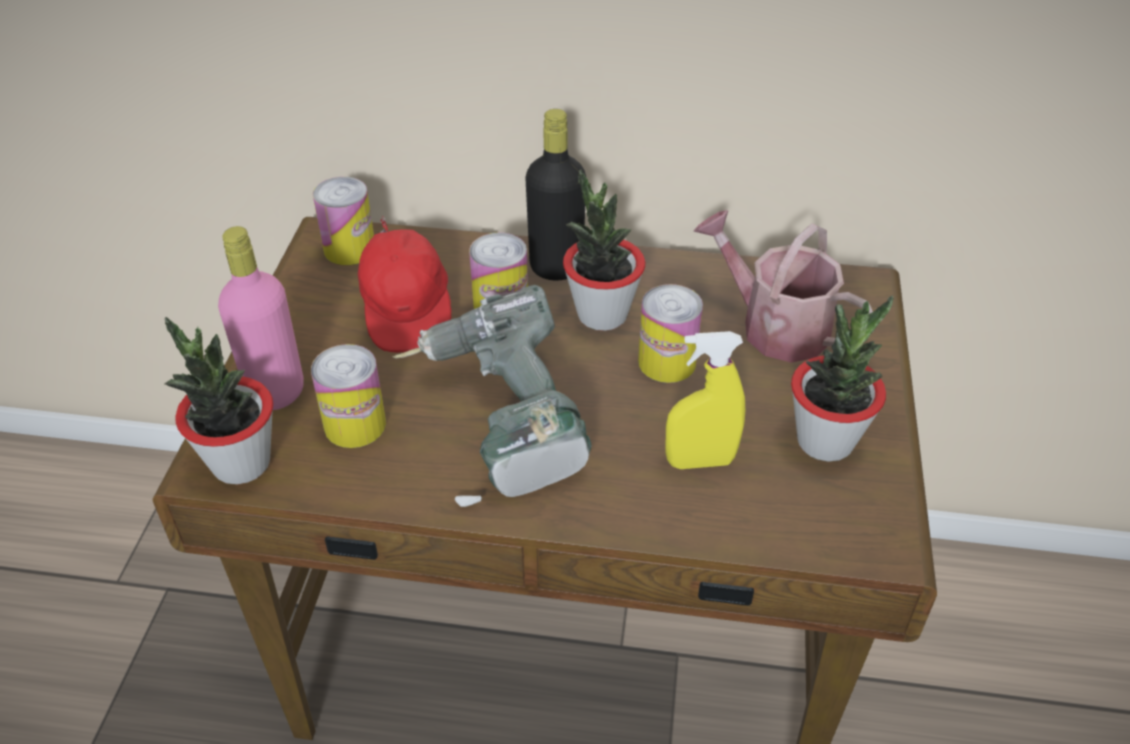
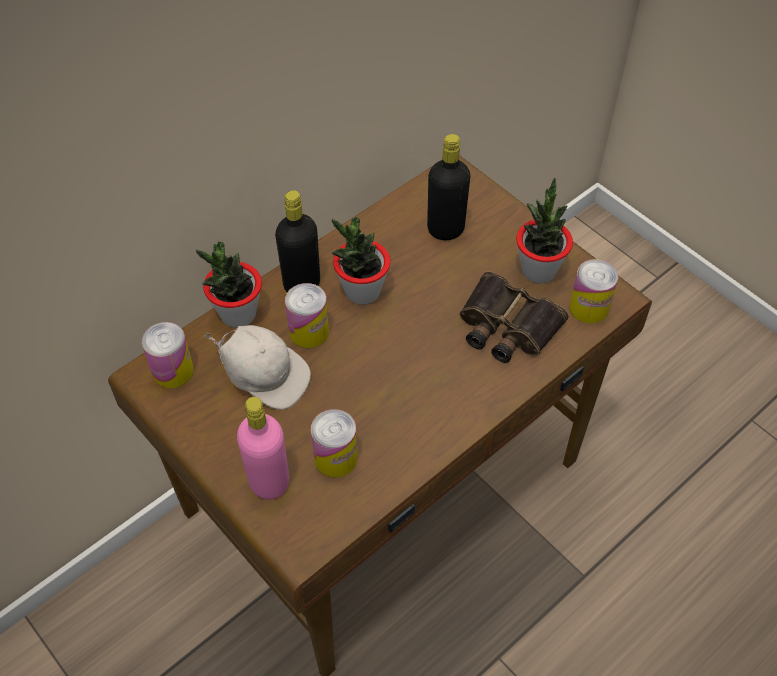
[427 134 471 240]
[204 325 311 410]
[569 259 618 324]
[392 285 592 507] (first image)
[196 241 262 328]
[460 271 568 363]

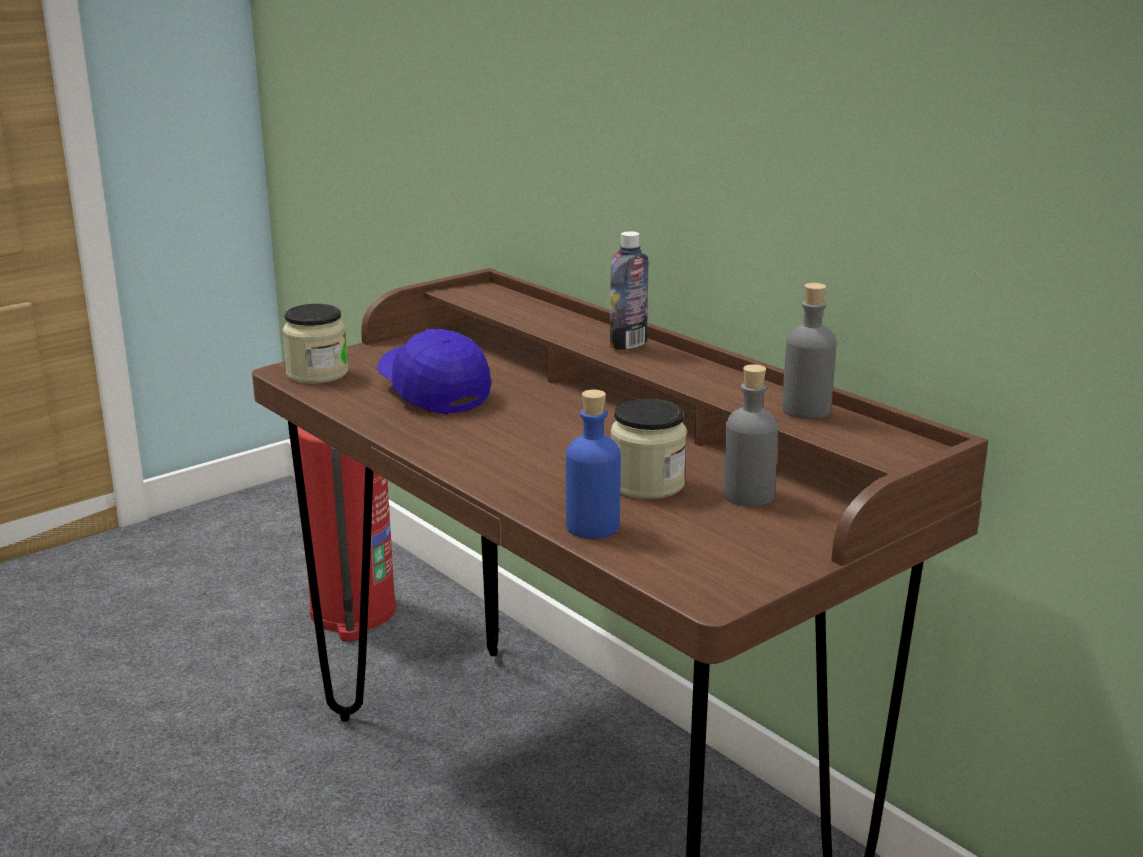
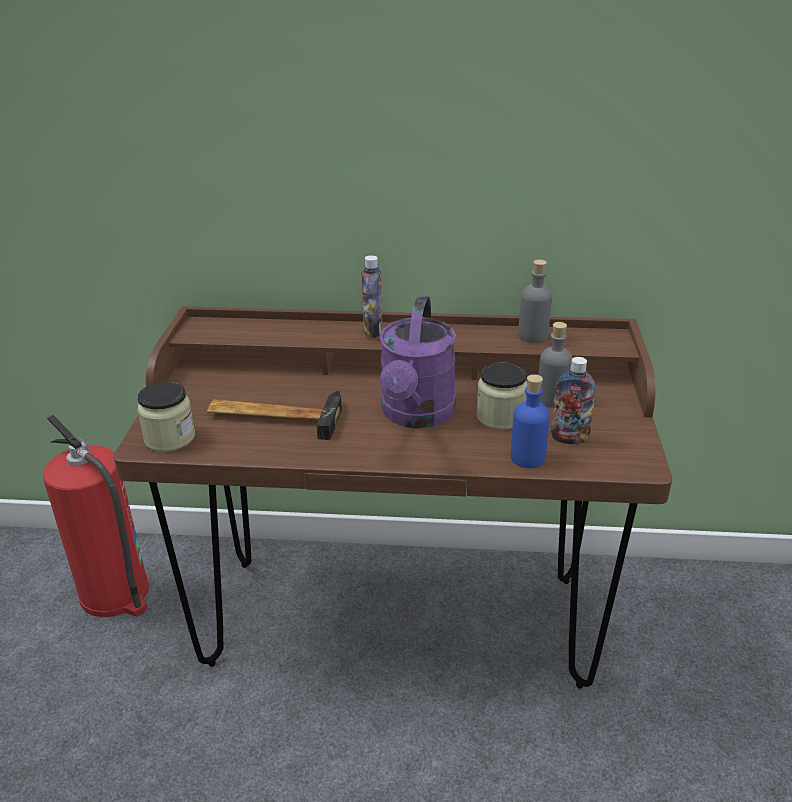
[207 391 342 440]
[380 296 456 428]
[551 357 596 444]

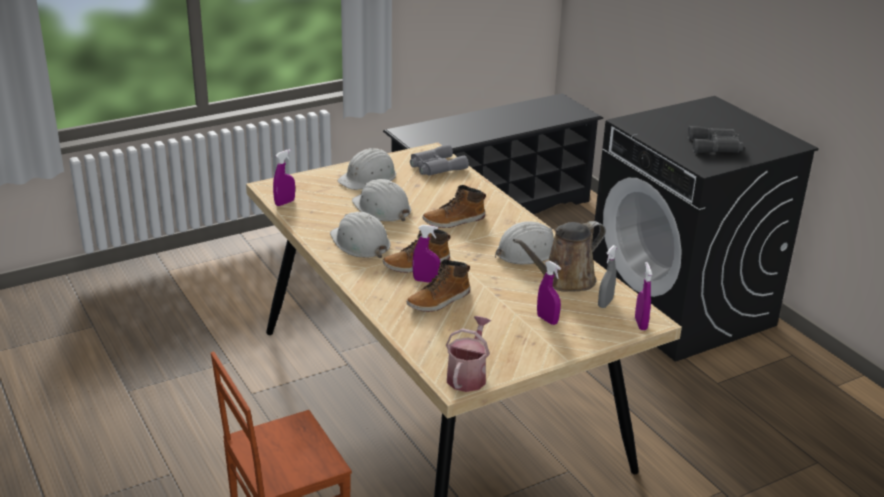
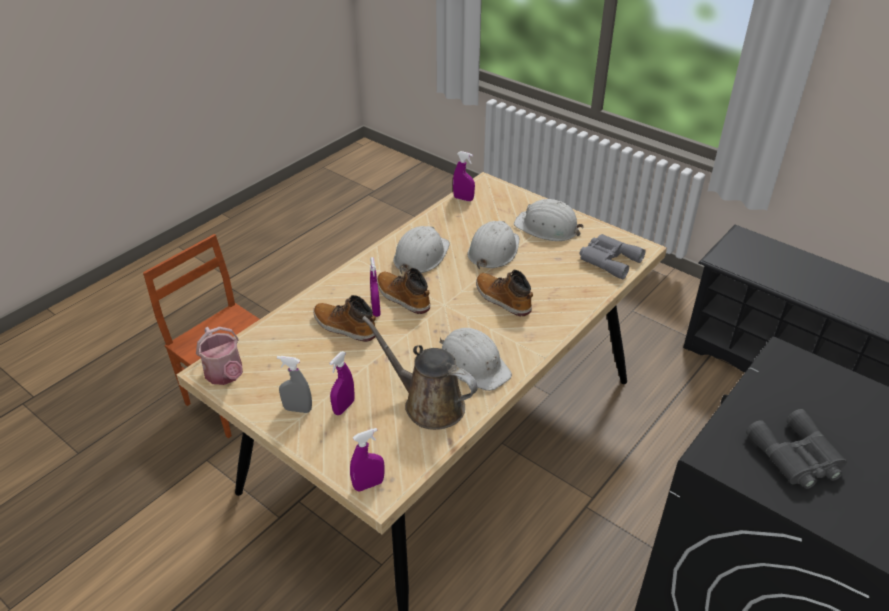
[277 356 312 413]
[196 327 243 385]

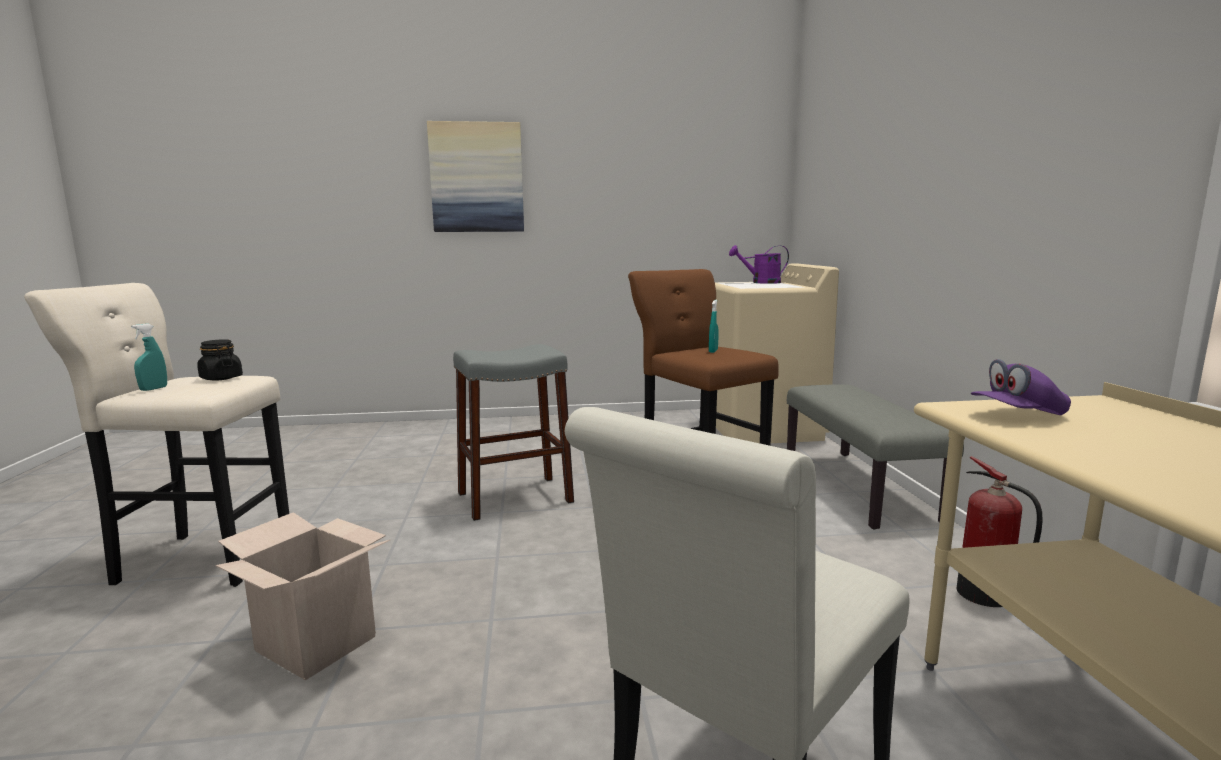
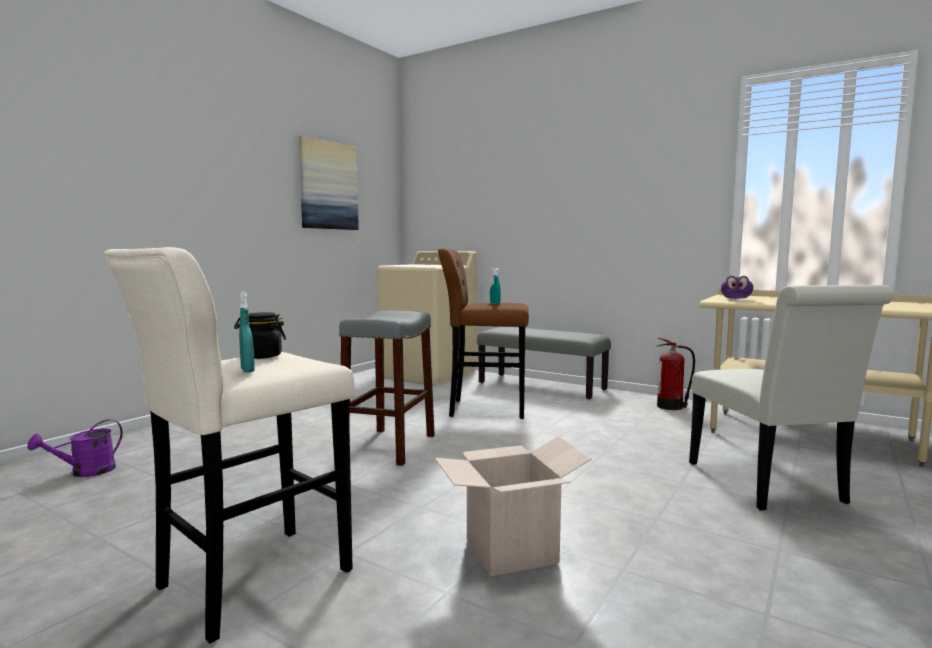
[299 136 359 230]
[27 419 123 477]

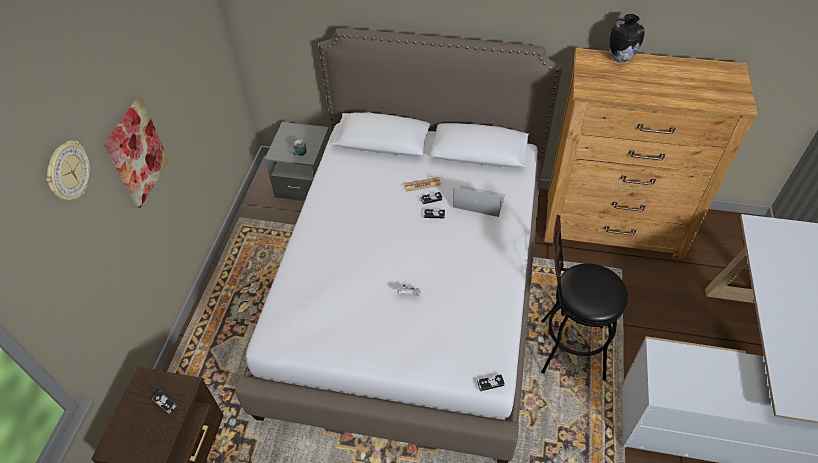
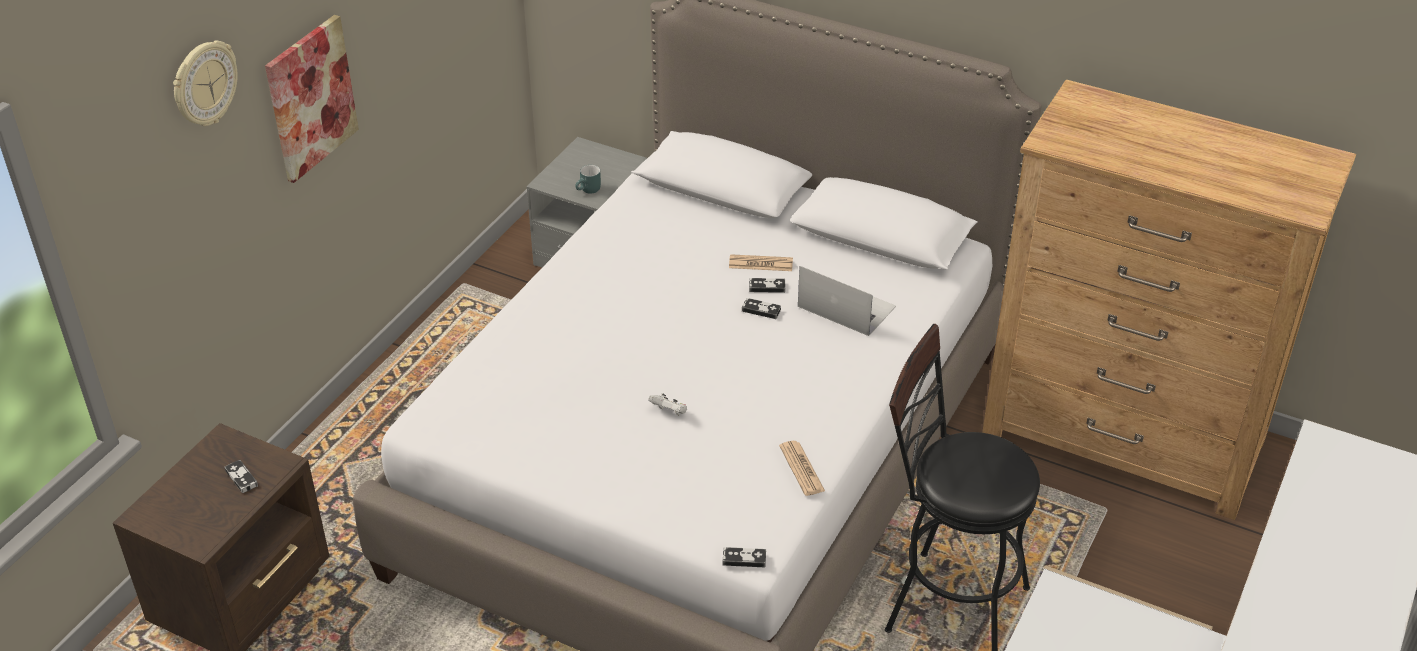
[609 14 645 63] (first image)
[779 441 825 496]

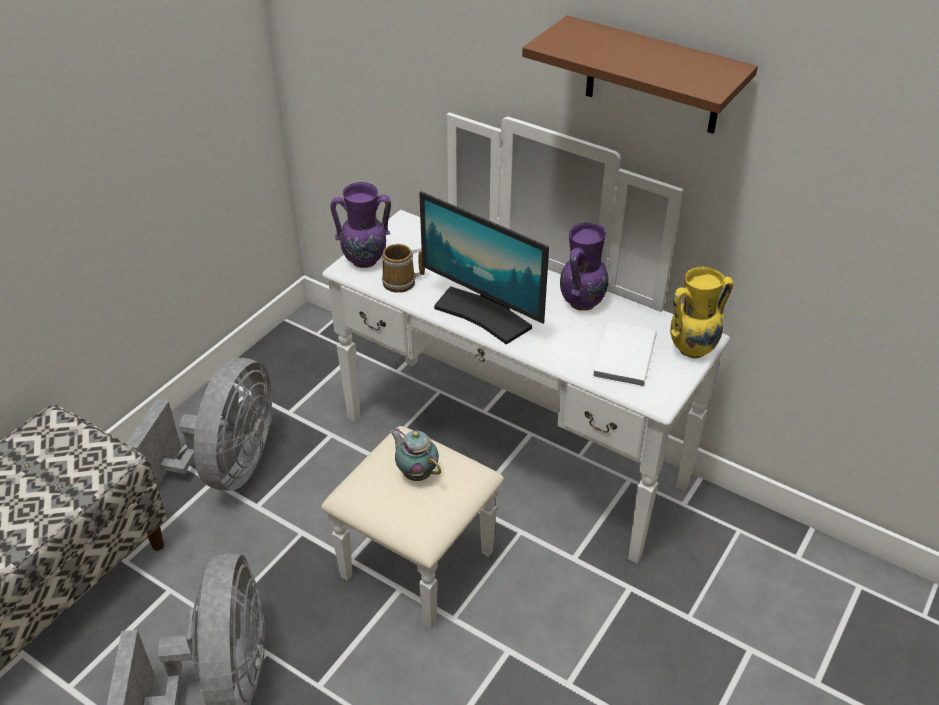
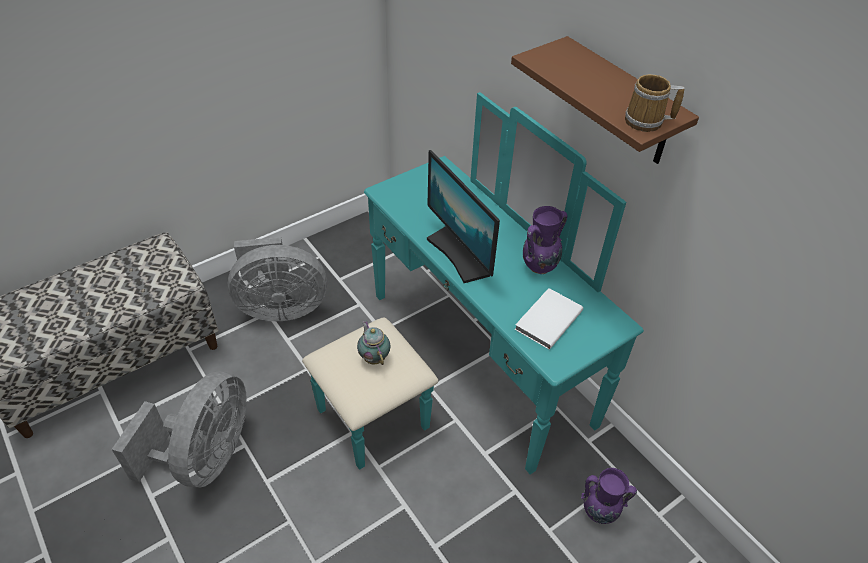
[302 92 644 475]
[581 468 637 524]
[625 74 685 132]
[670 267 733 358] (first image)
[228 237 327 321]

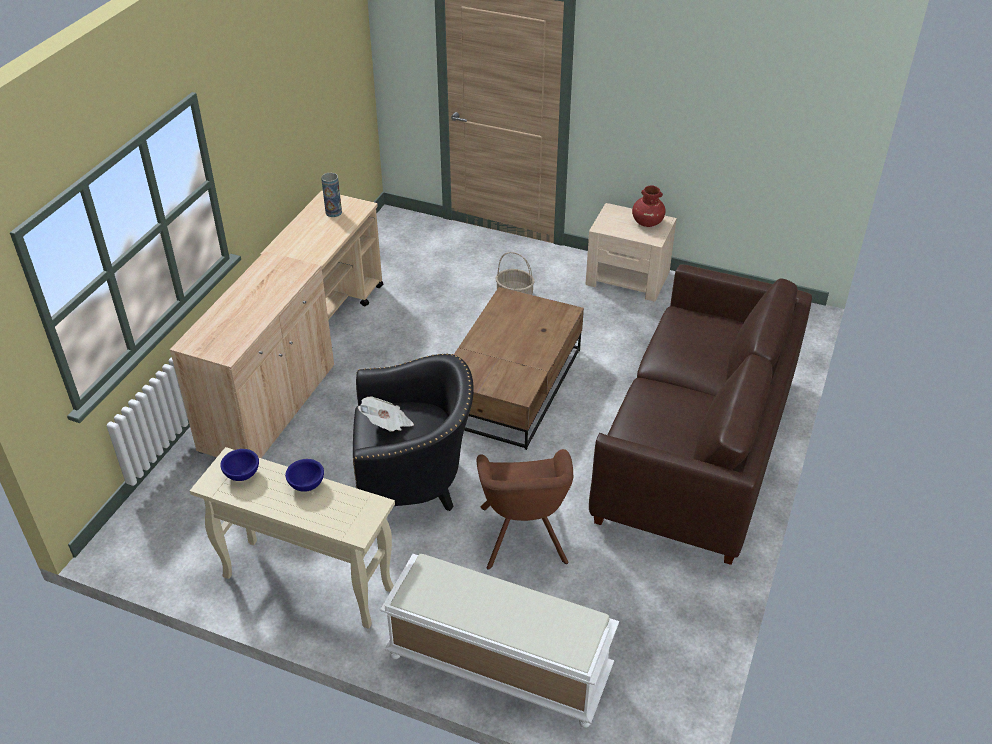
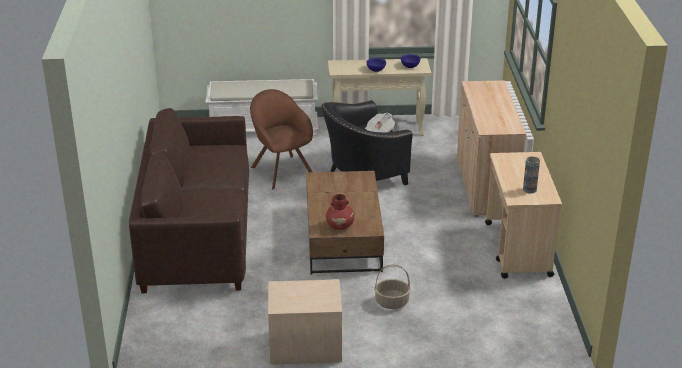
[326 194 354 230]

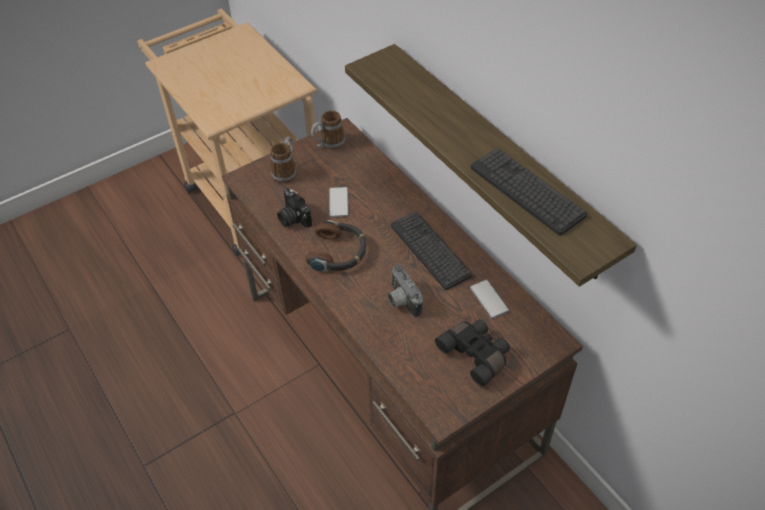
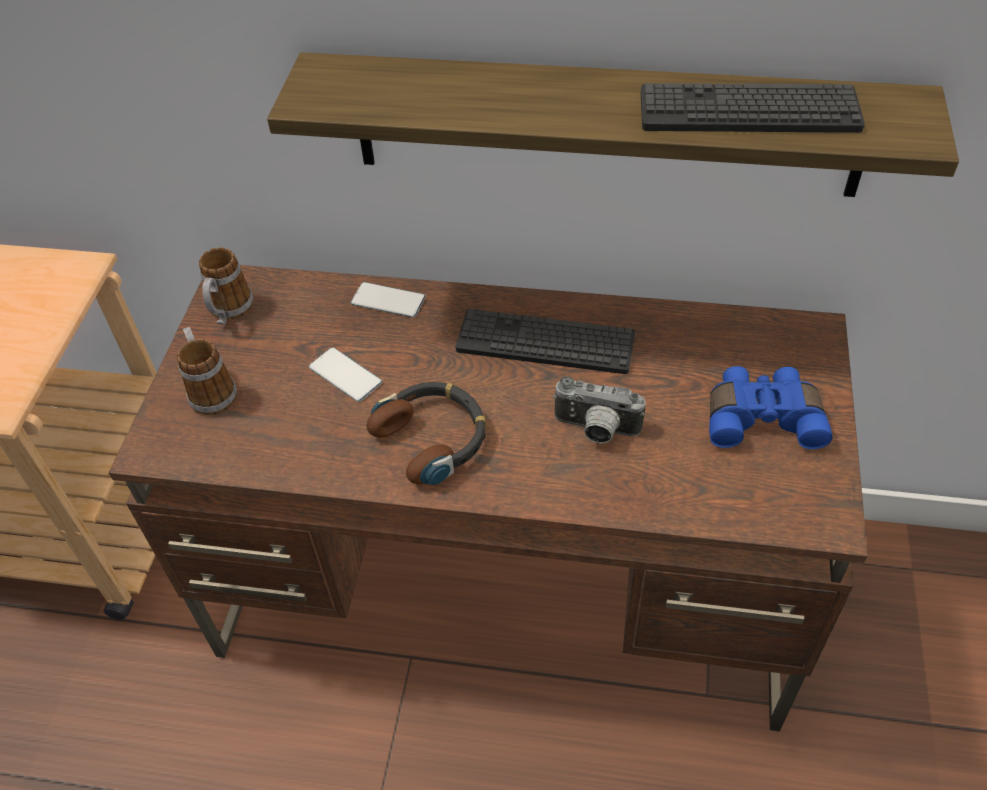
[277 188 312 228] (first image)
[351 282 426 317]
[709 366 832 449]

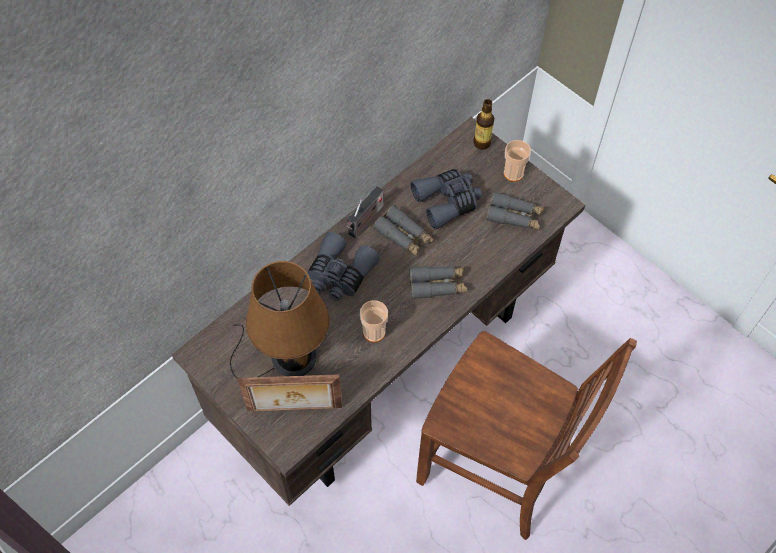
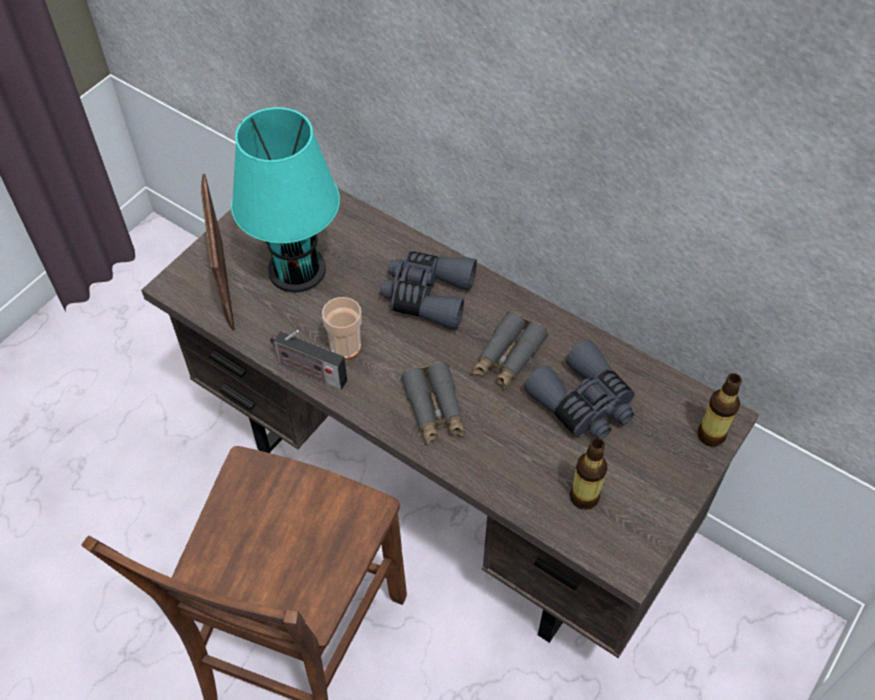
[504 140 531 182] (first image)
[270 330 347 390]
[570 438 607 510]
[231 107 340 293]

